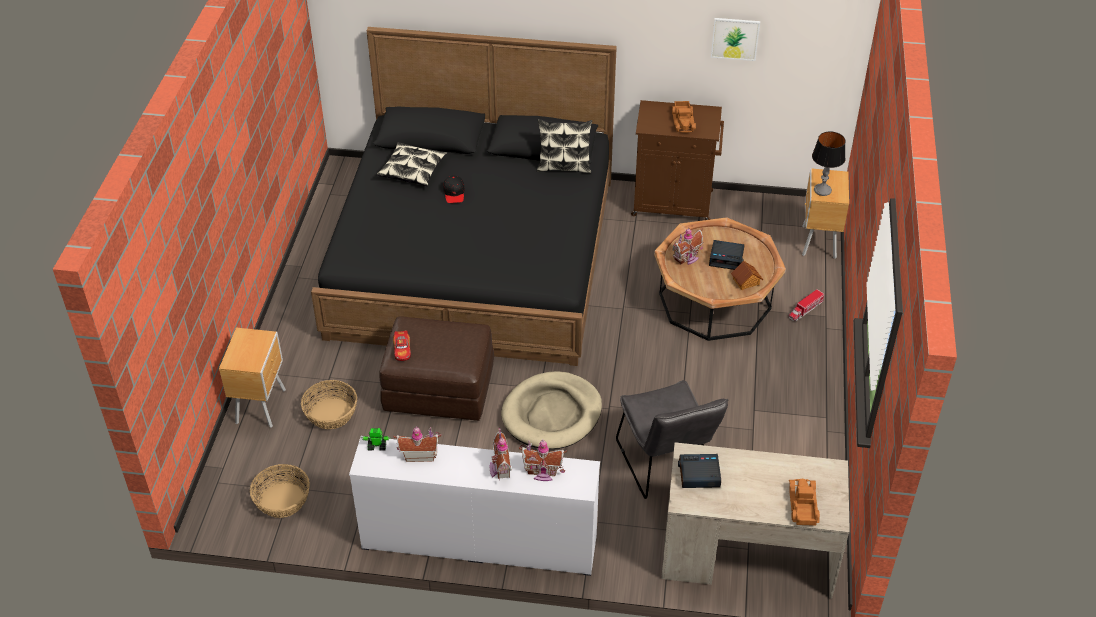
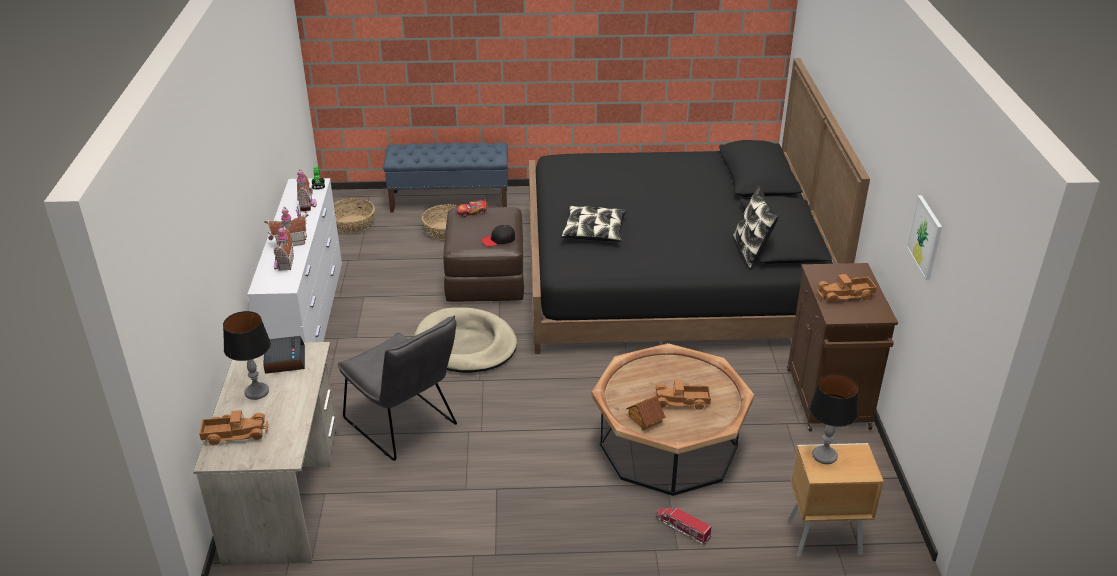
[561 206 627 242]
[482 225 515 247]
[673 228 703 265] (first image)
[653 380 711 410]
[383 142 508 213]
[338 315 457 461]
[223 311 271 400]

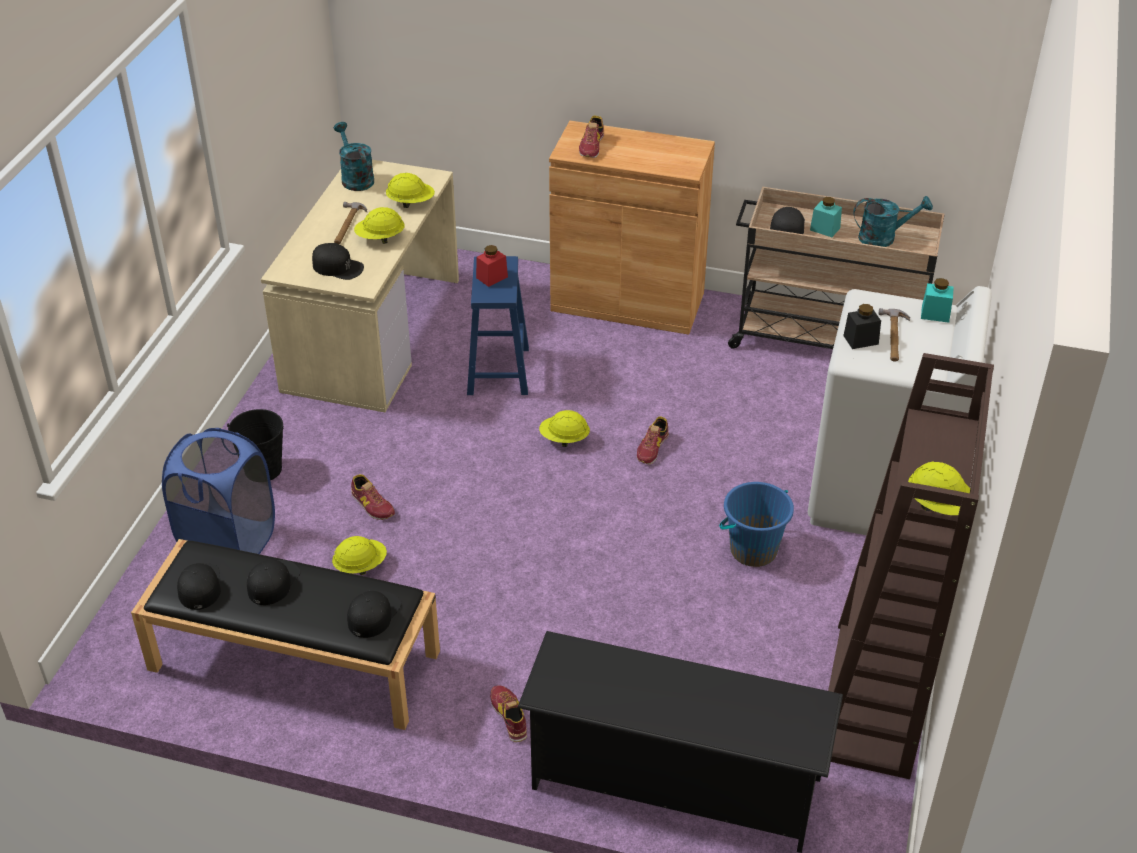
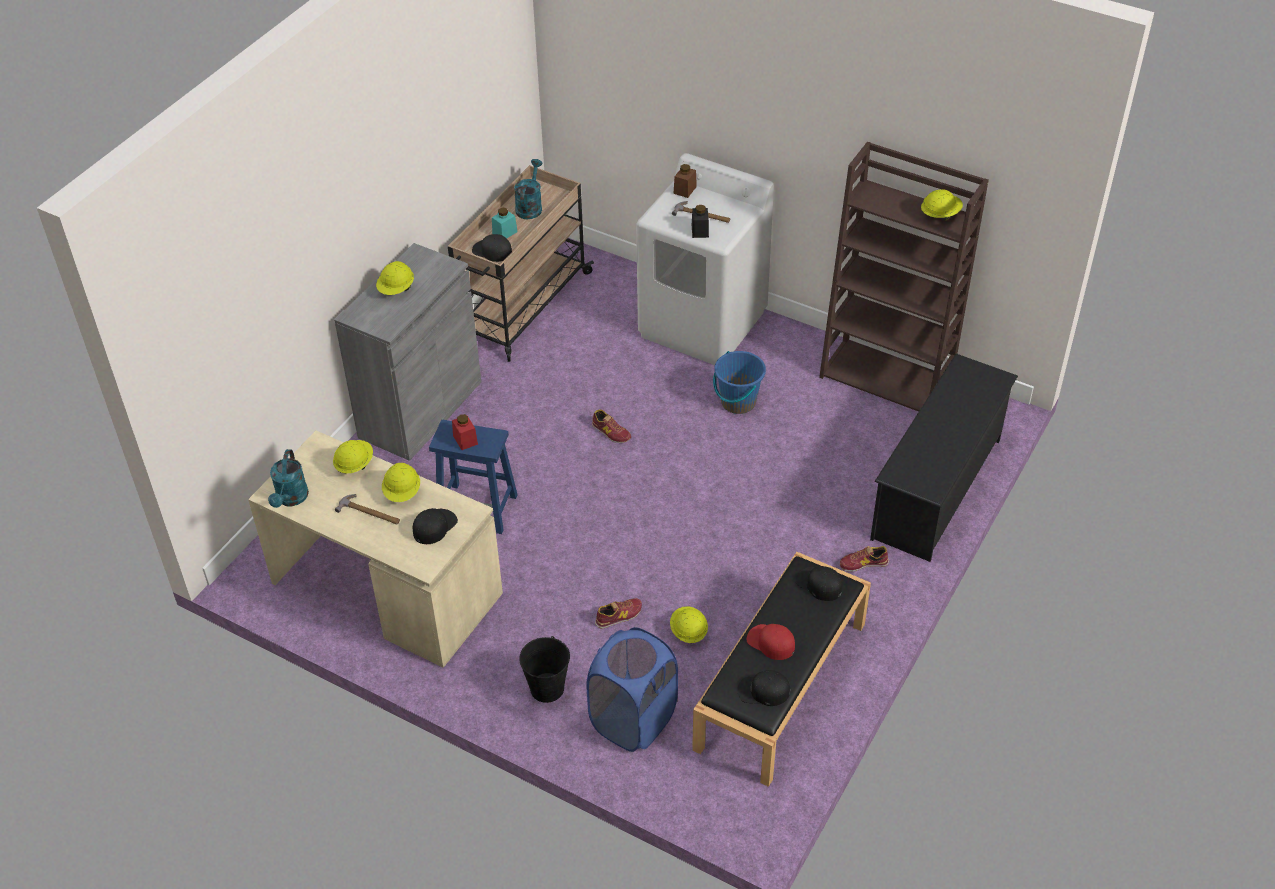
[579 115 604 158] (first image)
[334 243 481 461]
[268 449 309 508]
[673 164 697 198]
[376 261 414 295]
[747 624 795 660]

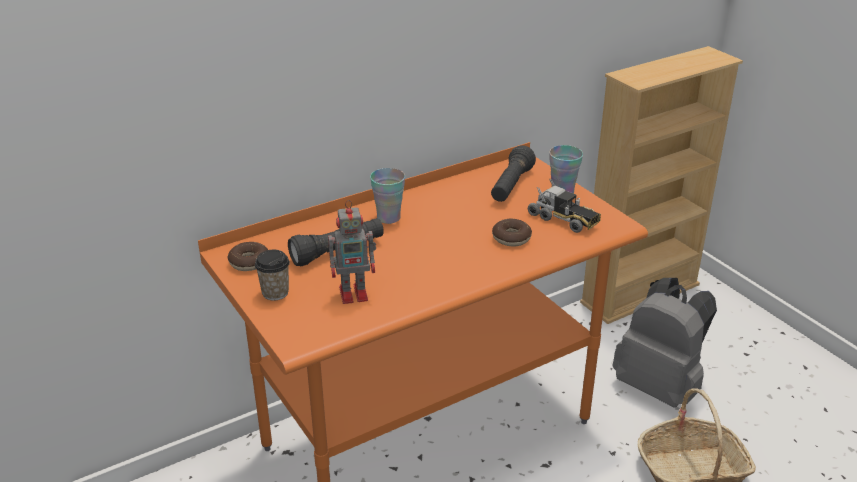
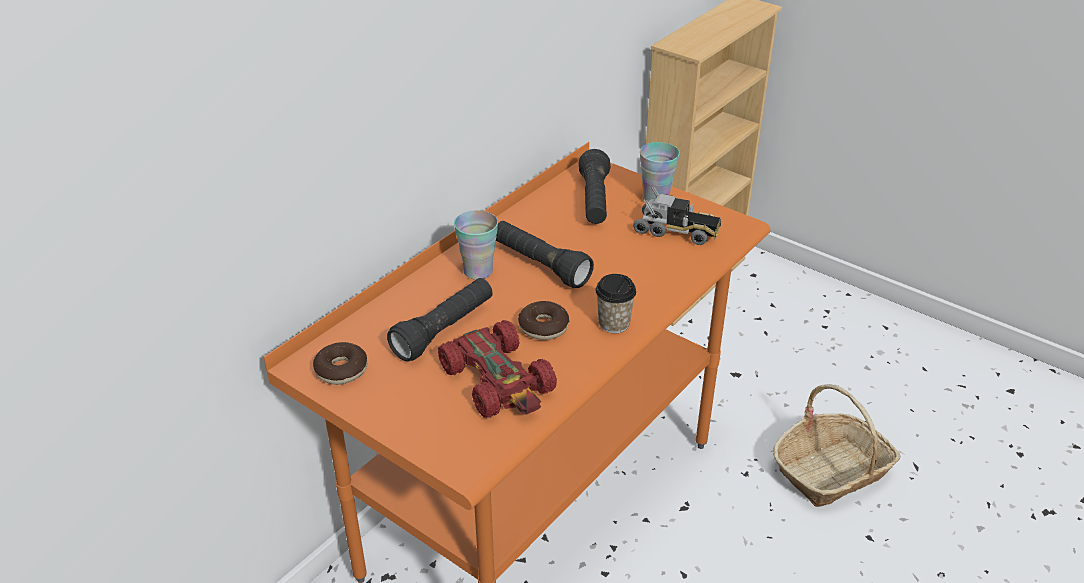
[438 320 557 418]
[518 301 569 340]
[595 274 636 333]
[613 278 717 408] (first image)
[496 221 594 288]

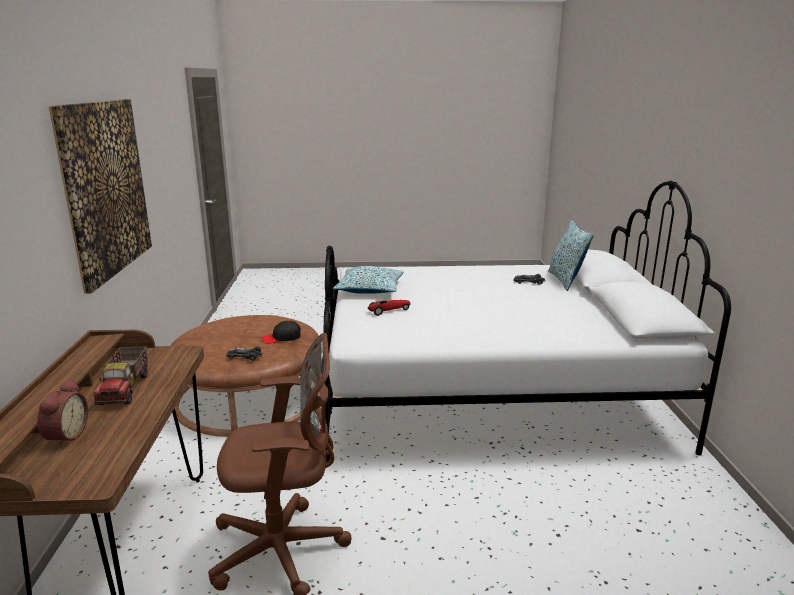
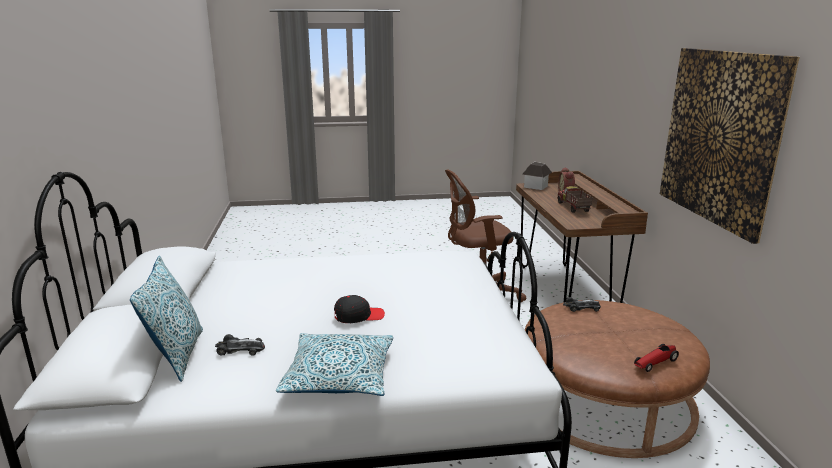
[276 333 393 396]
[634 344 679 372]
[334 295 385 323]
[522 162 552 190]

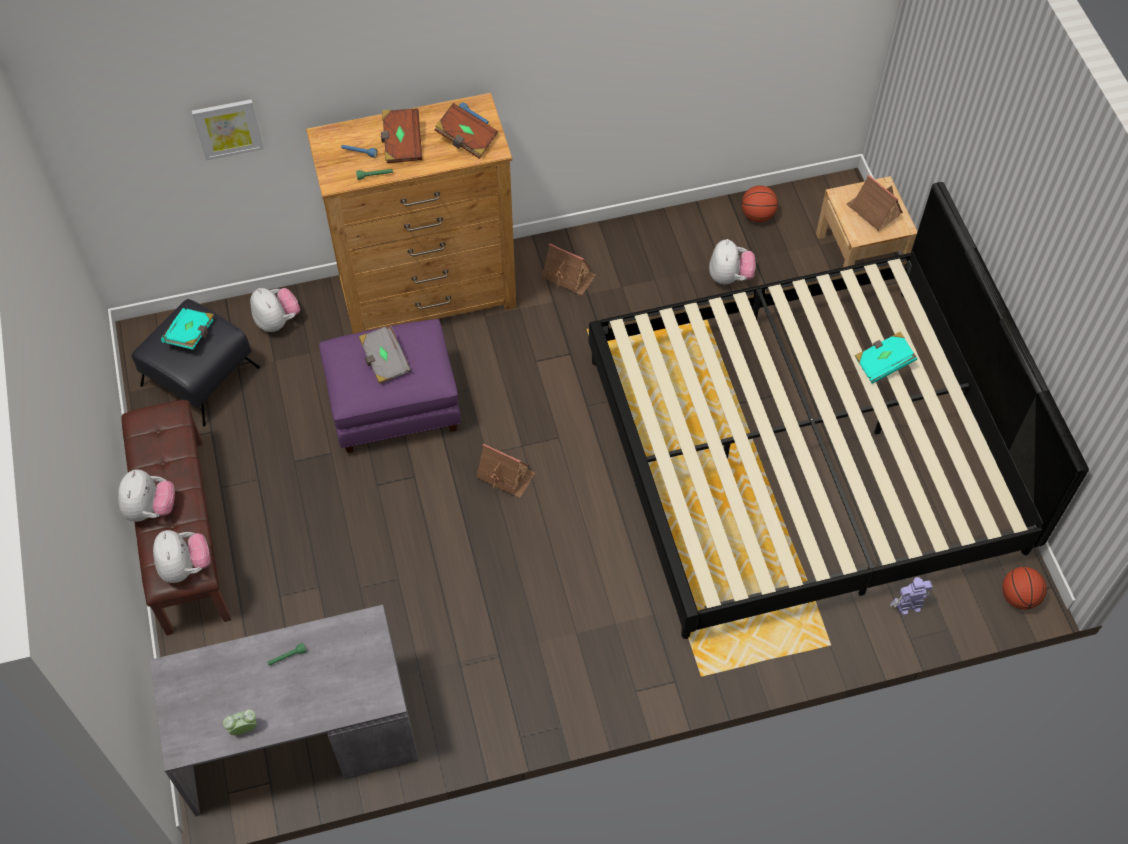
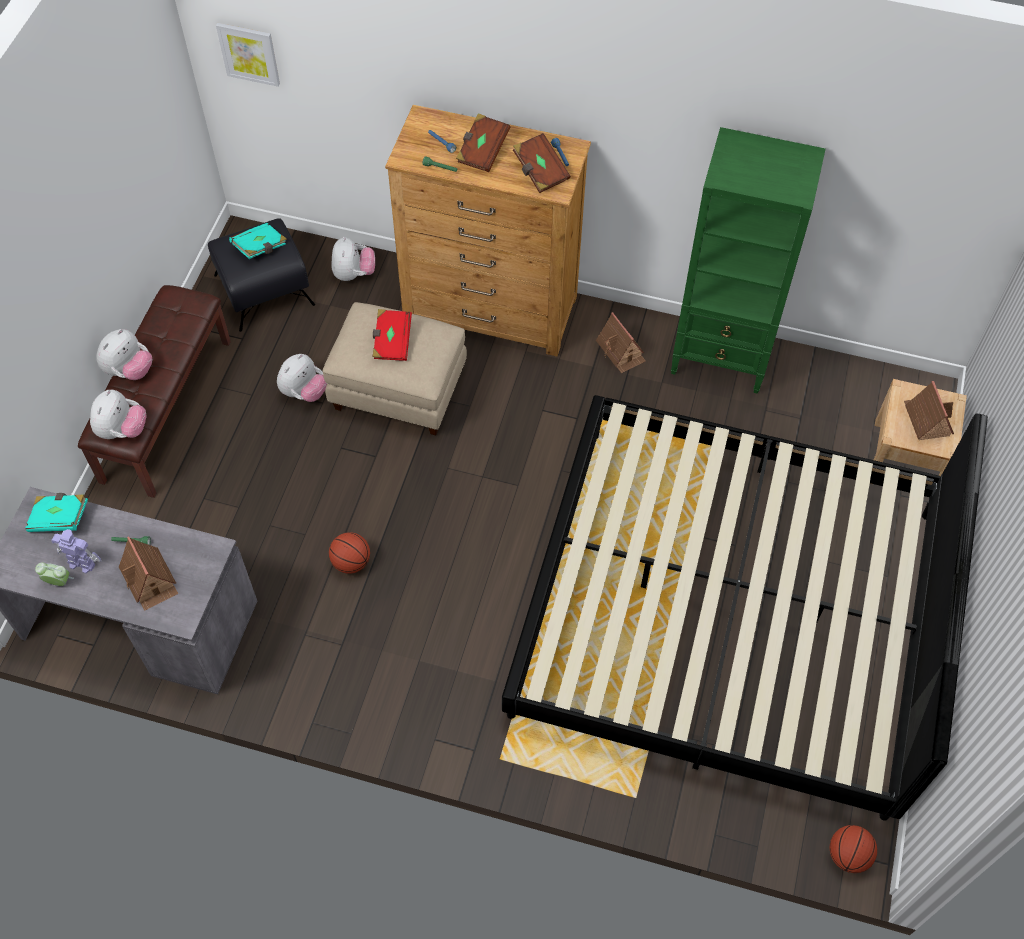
[216 23 280 87]
[329 532 370 574]
[277 354 327 402]
[323 302 467 436]
[373 309 412 361]
[25 493 88 532]
[119 537 178 611]
[51 529 102 573]
[671 127 826 394]

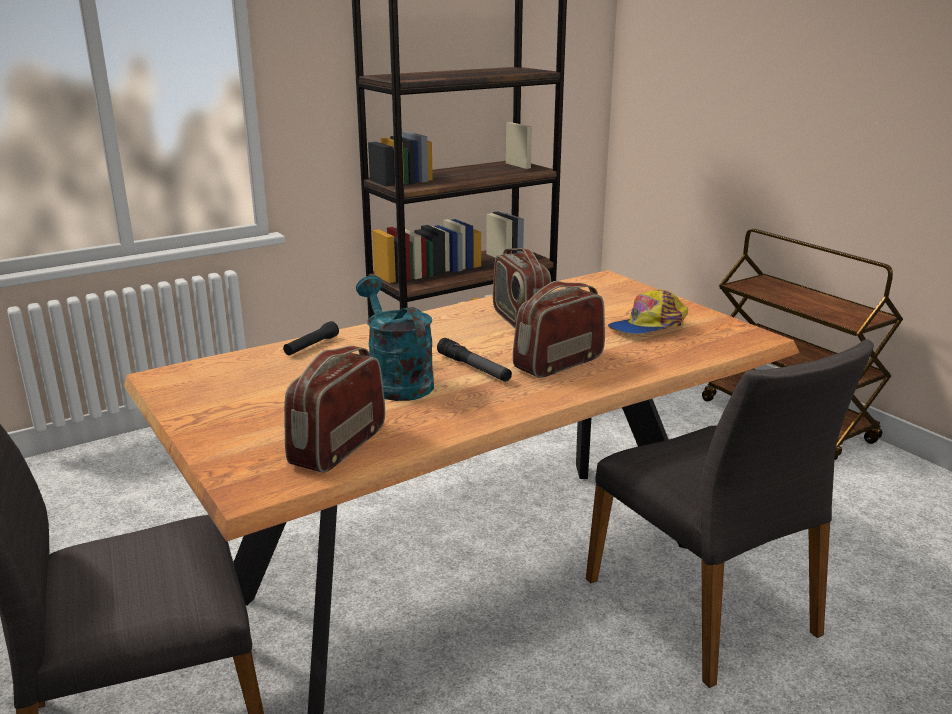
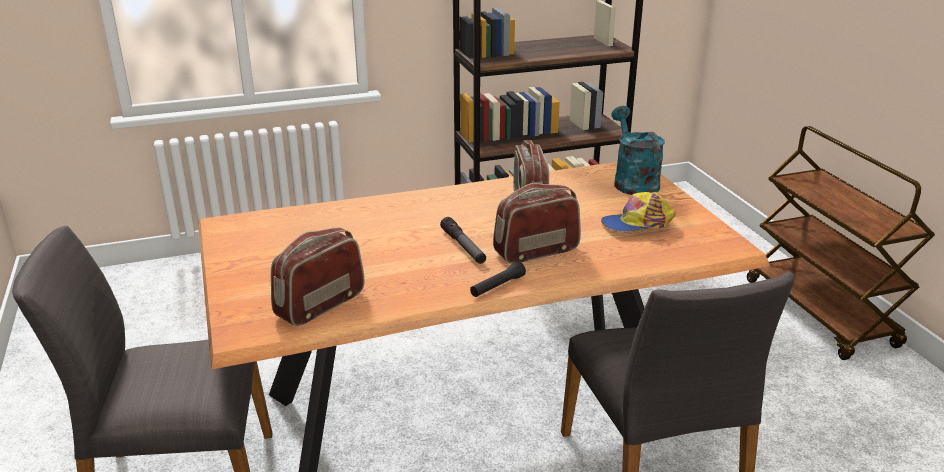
[611 106 665 195]
[470 262 526 297]

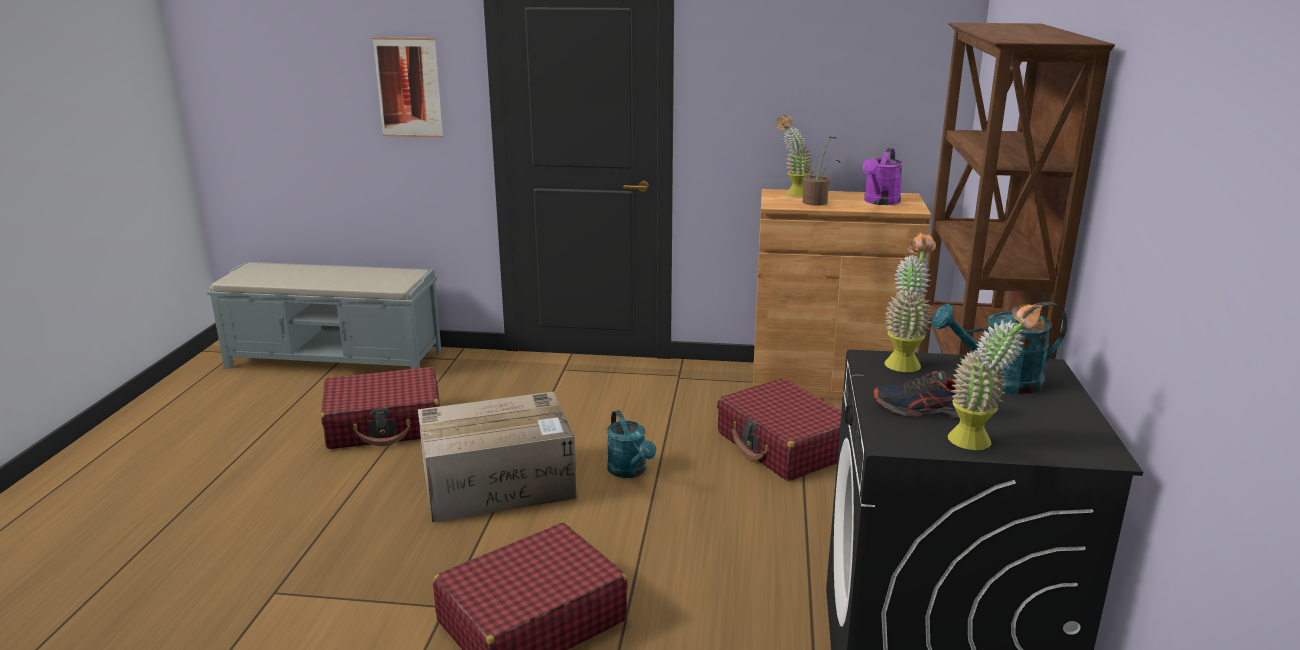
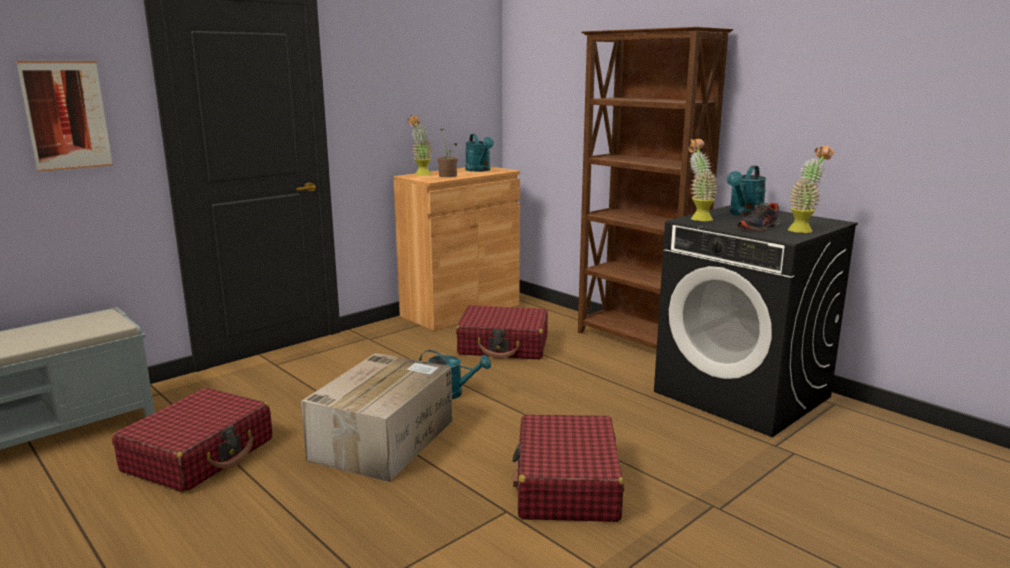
[465 134 494 172]

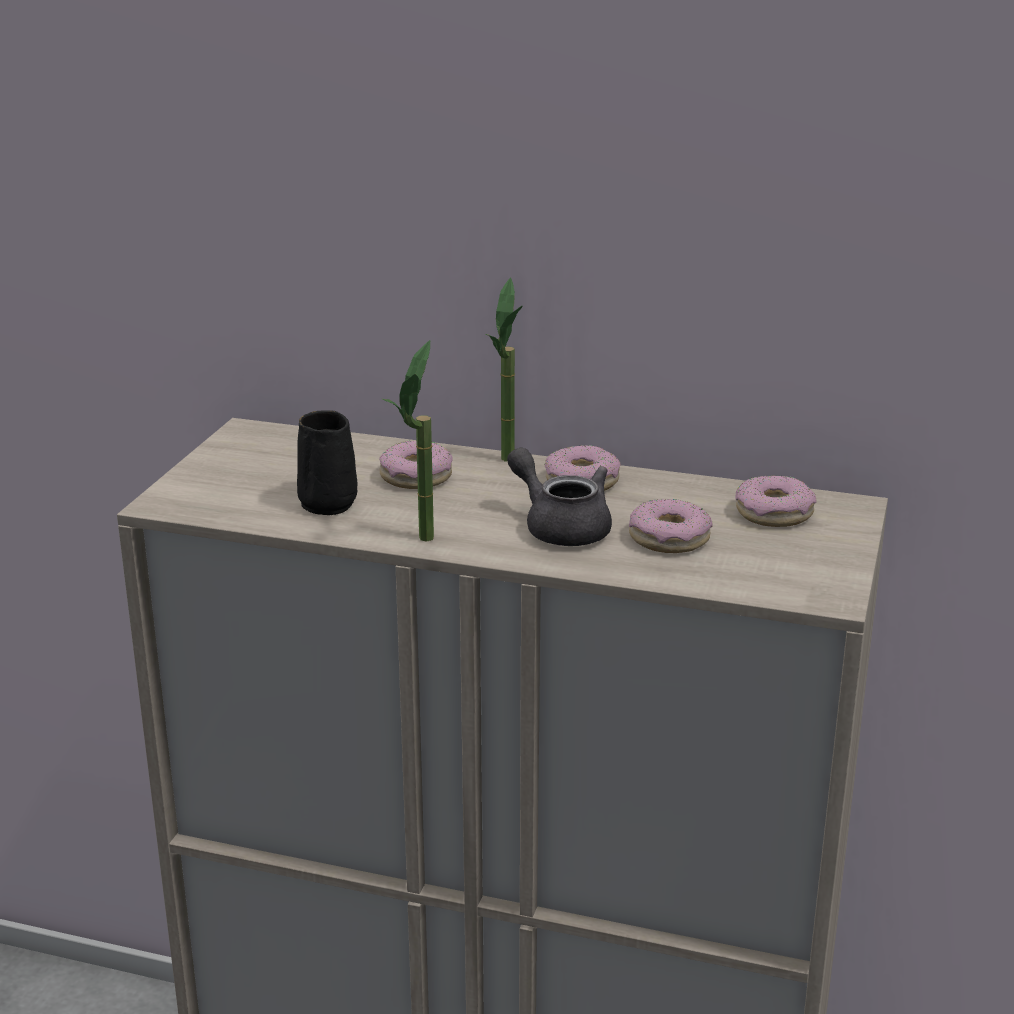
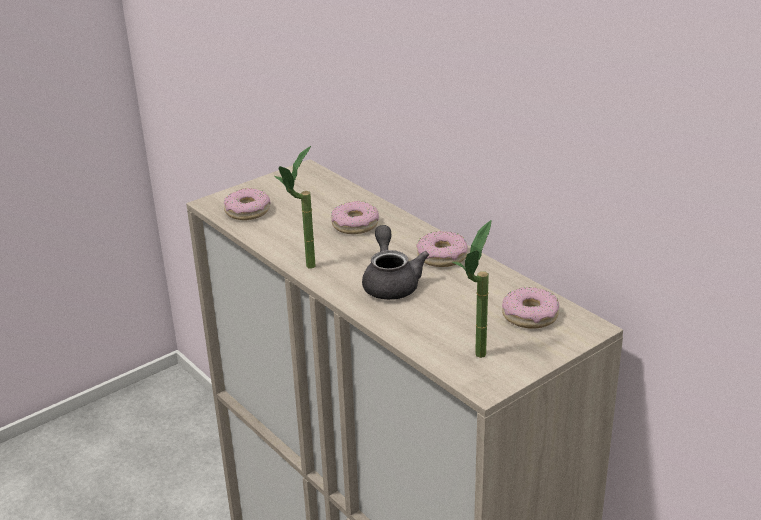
[453 220 492 358]
[297 411 358 515] (first image)
[224 188 270 220]

